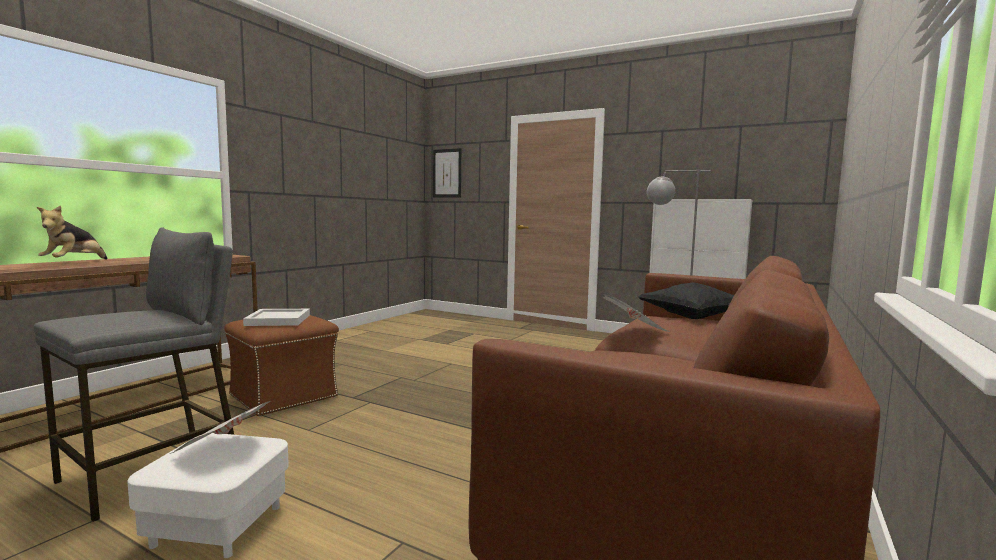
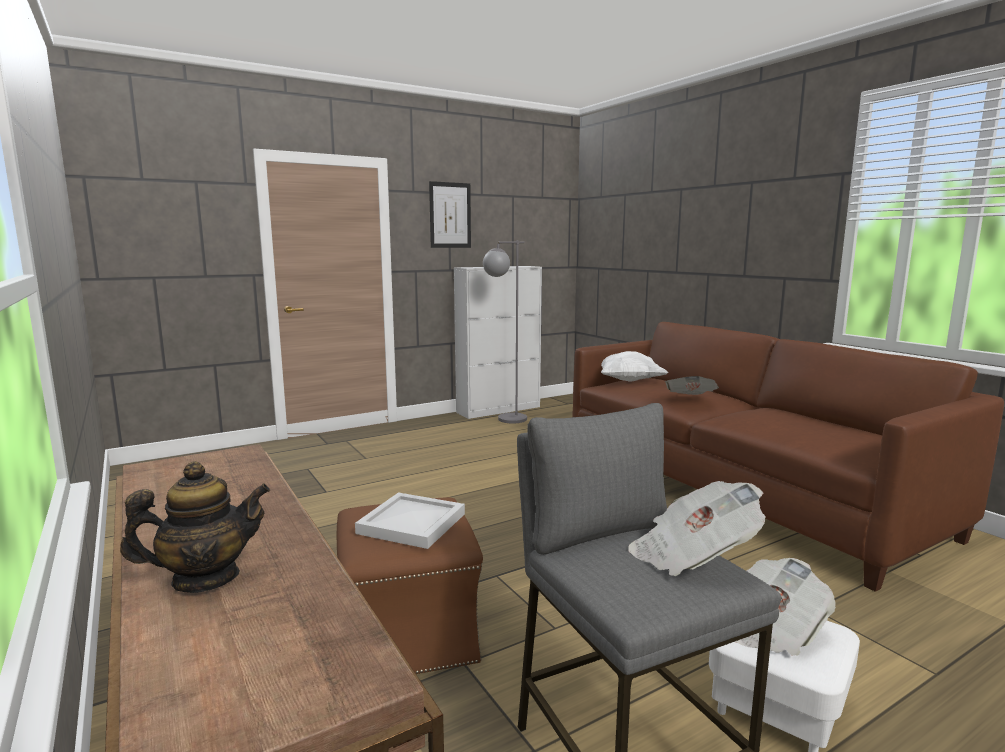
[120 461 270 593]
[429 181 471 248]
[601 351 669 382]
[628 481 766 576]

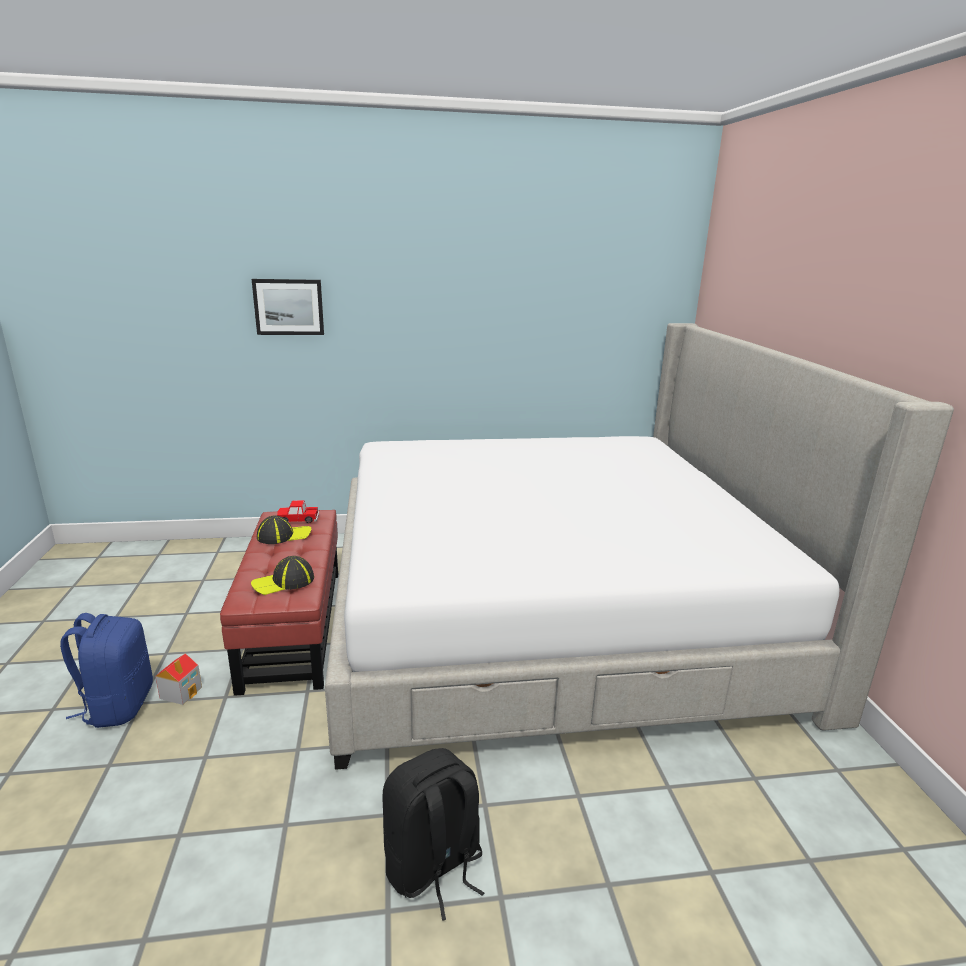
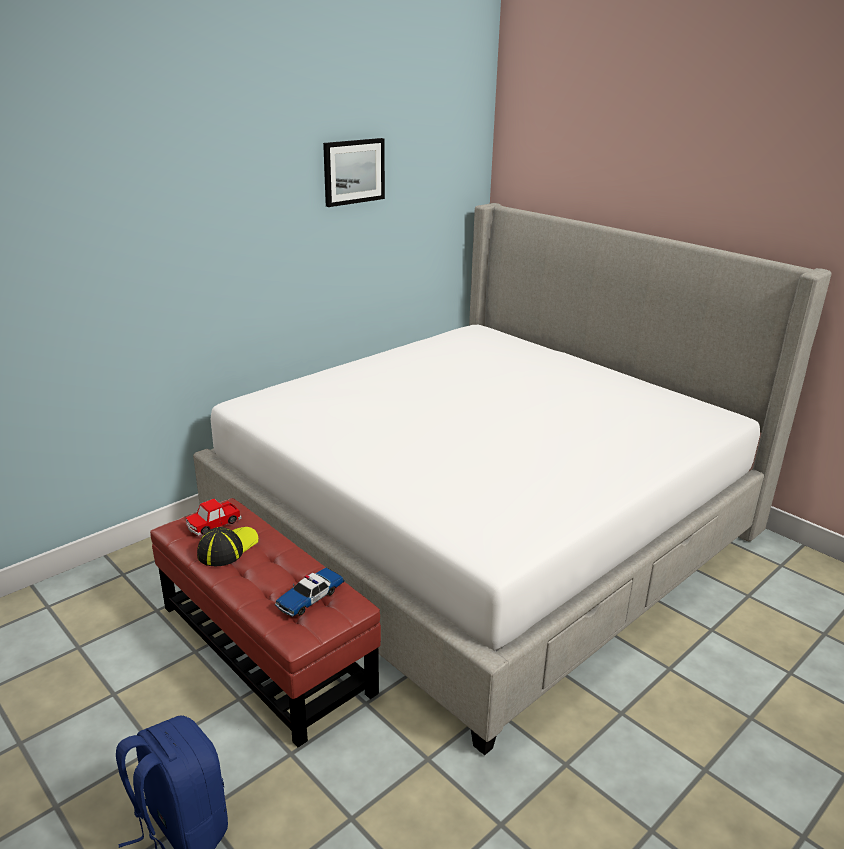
[155 653 202 705] (first image)
[275 568 344 617]
[323 138 385 207]
[382 748 484 921] (first image)

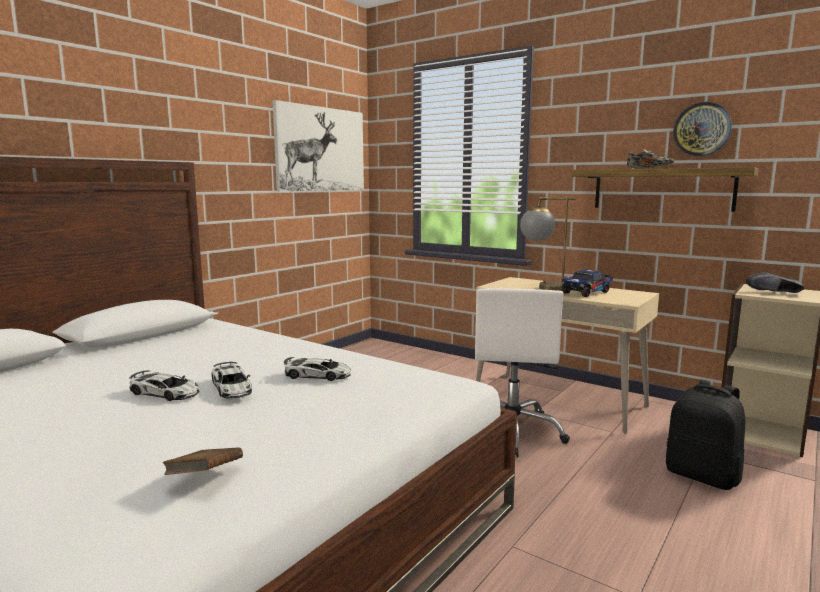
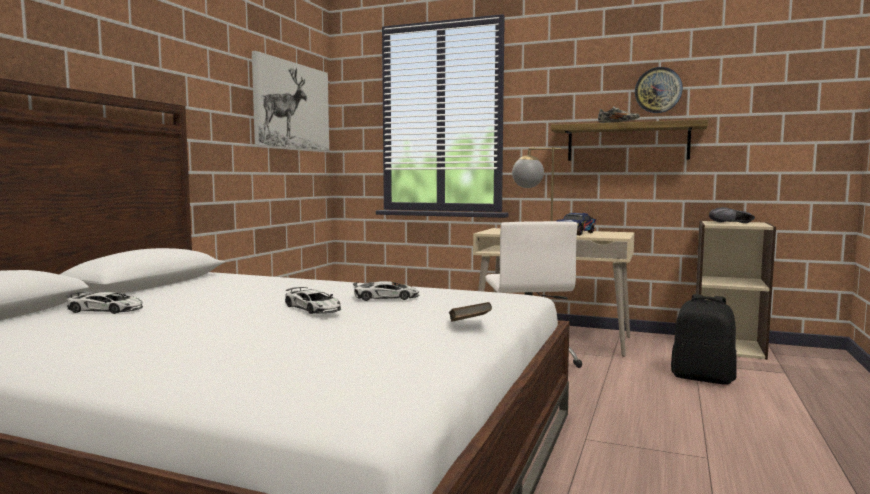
[67 292 143 314]
[449 302 492 322]

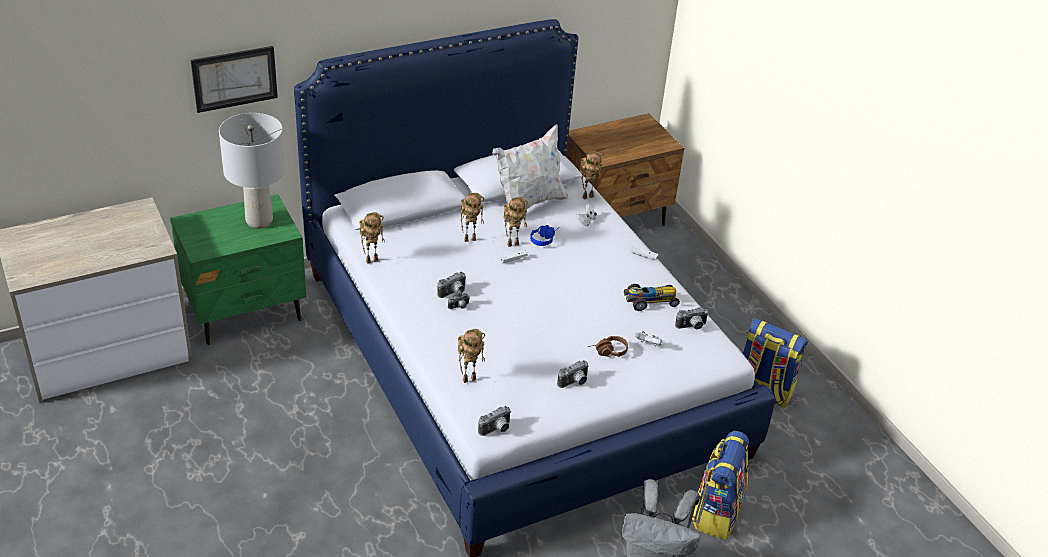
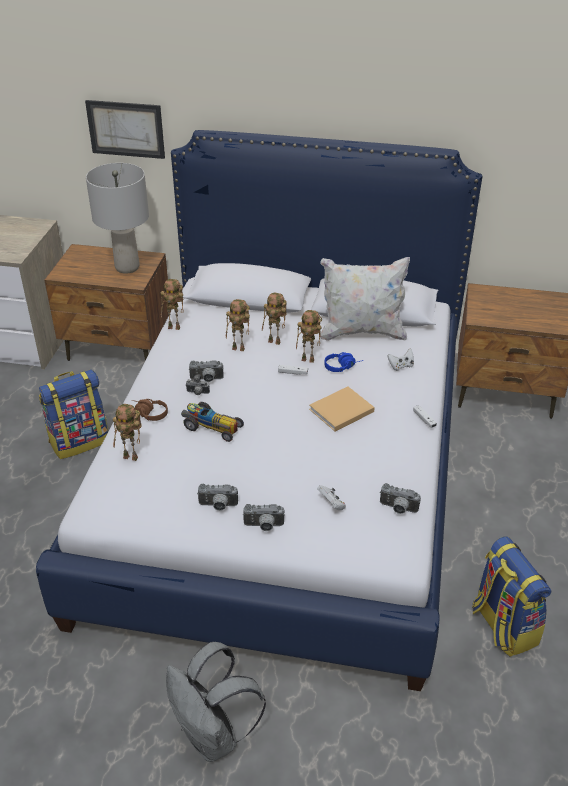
[44 244 171 361]
[243 504 285 531]
[226 299 250 351]
[132 399 168 421]
[181 402 244 442]
[39 369 108 459]
[309 387 375 432]

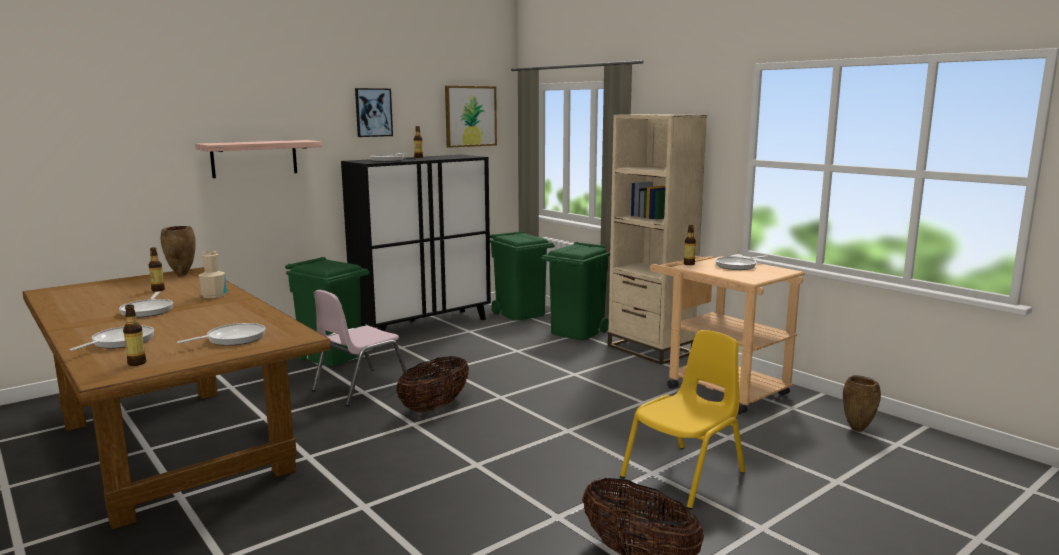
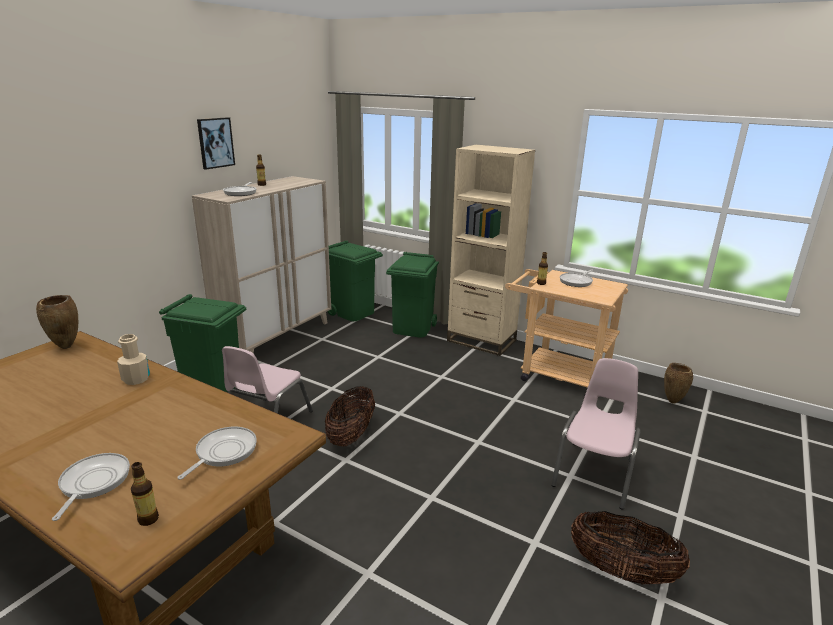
[119 292 173 317] (first image)
[149 247 165 292] (first image)
[195 140 322 178] (first image)
[192 176 331 353]
[445 86 497 148] (first image)
[551 358 641 510]

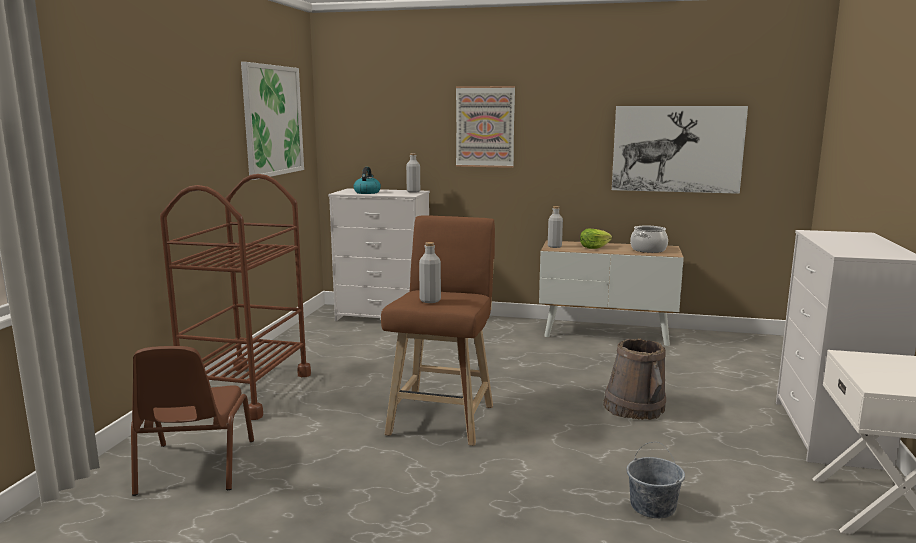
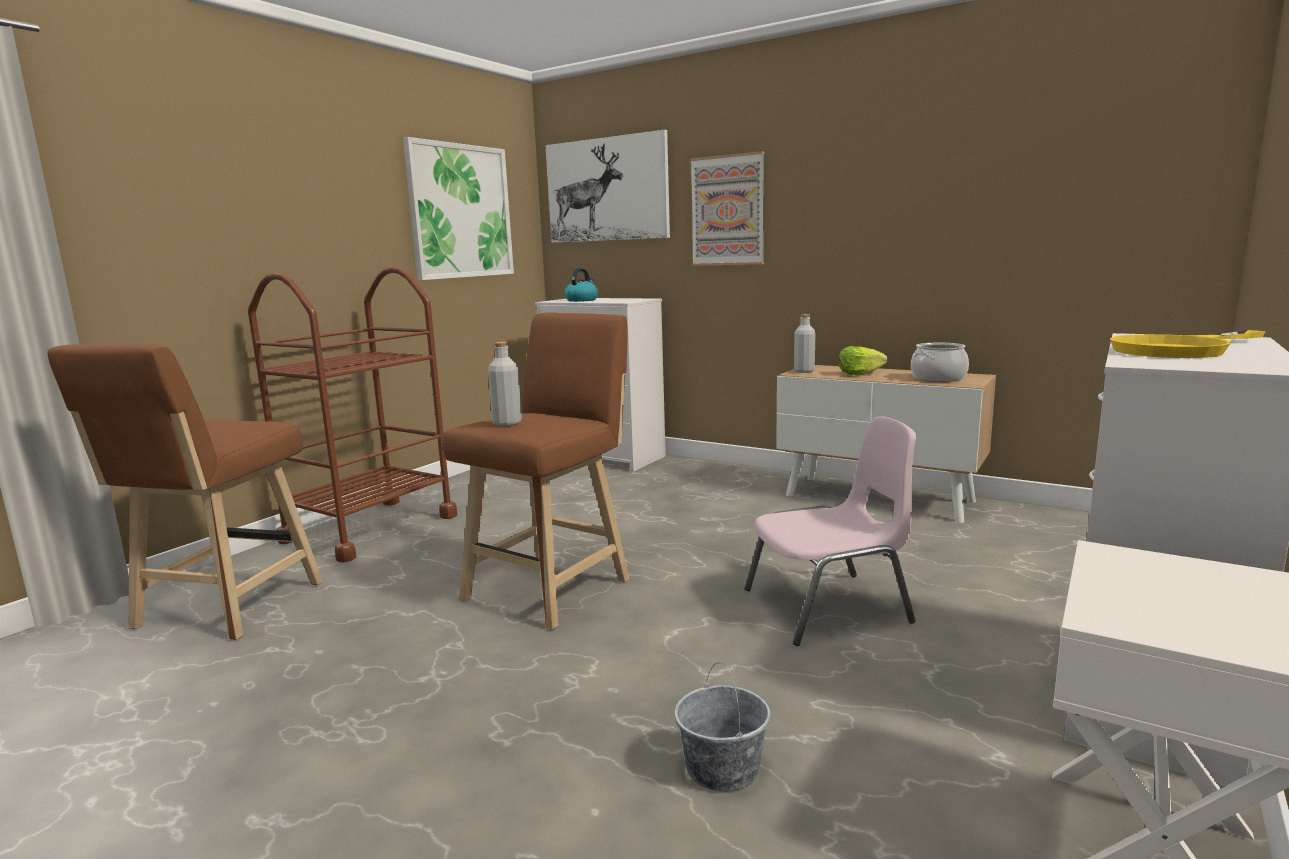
[48 344 323 640]
[406 153 420 193] (first image)
[745 416 916 646]
[545 130 670 243]
[1110 330 1266 358]

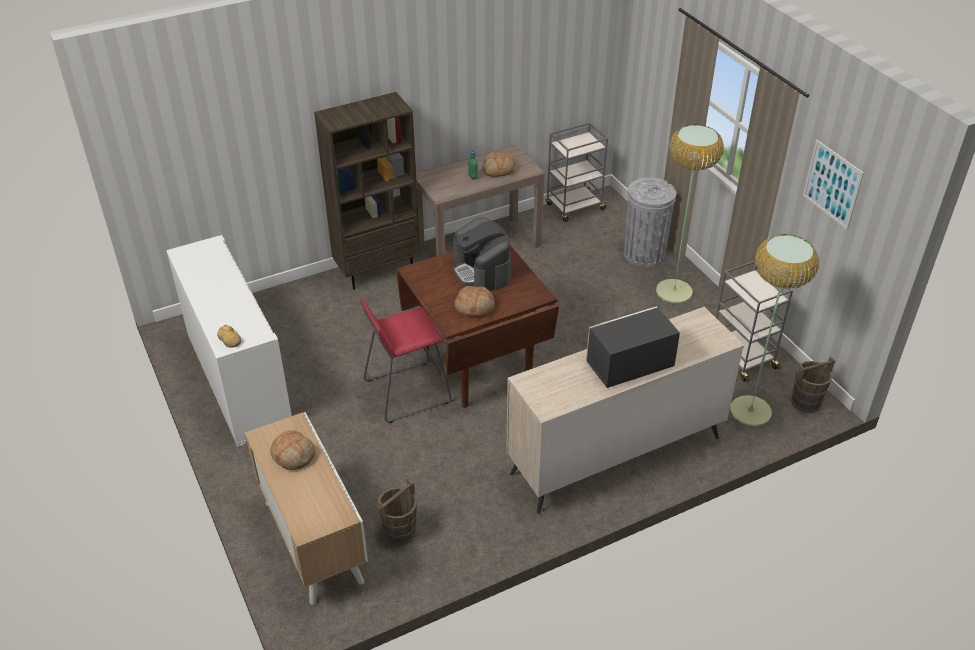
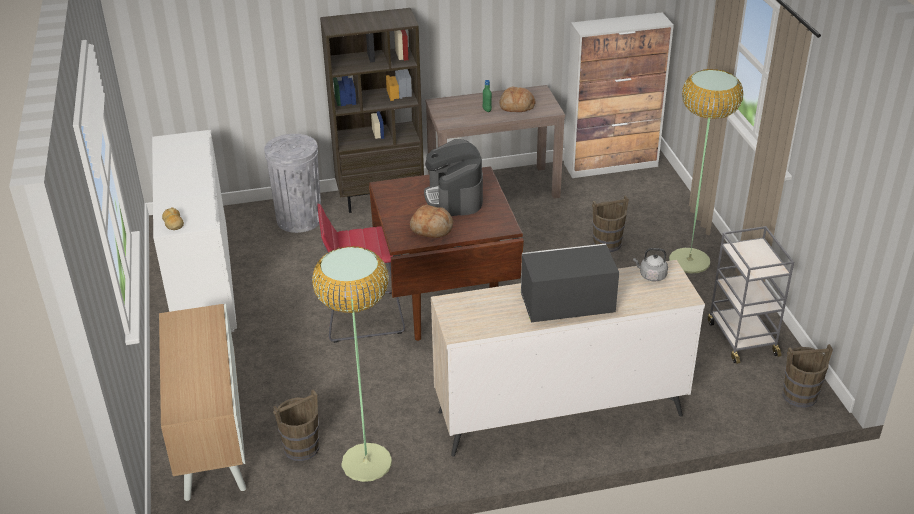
[270 430 315 470] (first image)
[564 12 674 178]
[264 134 321 233]
[312 246 392 482]
[803 140 864 230] (first image)
[592 195 629 252]
[633 248 668 281]

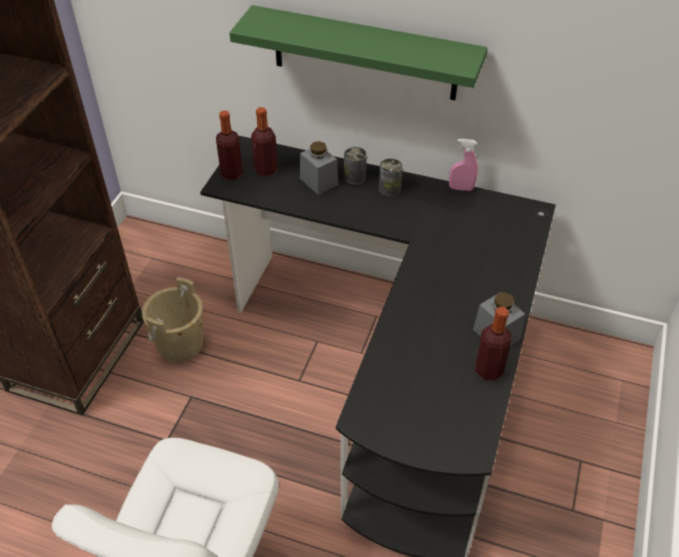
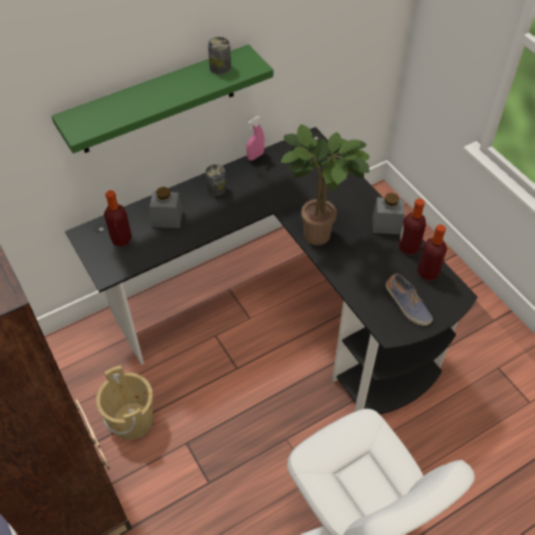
[417 224 447 281]
[208 37 231 75]
[281 124 370 245]
[386 273 433 326]

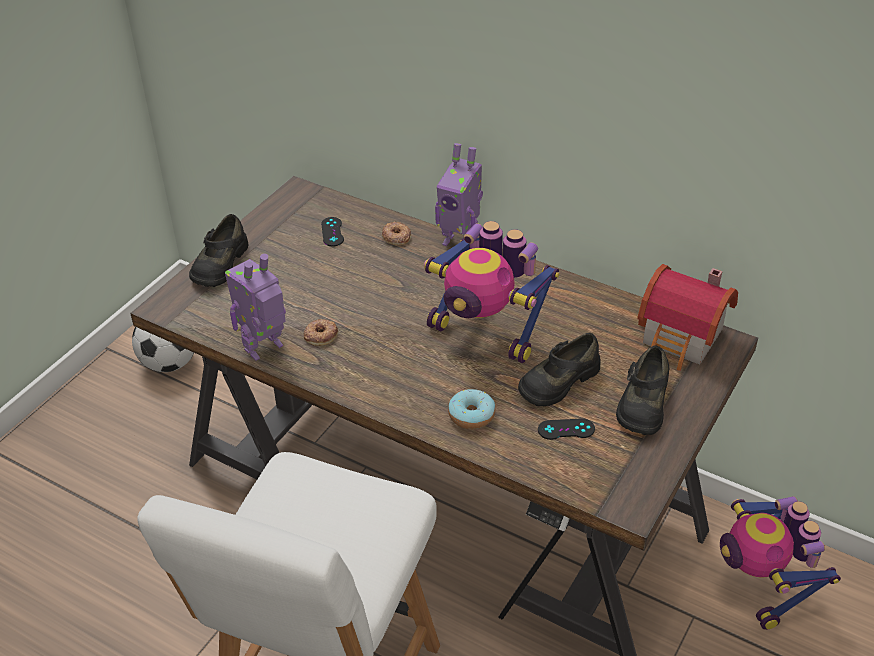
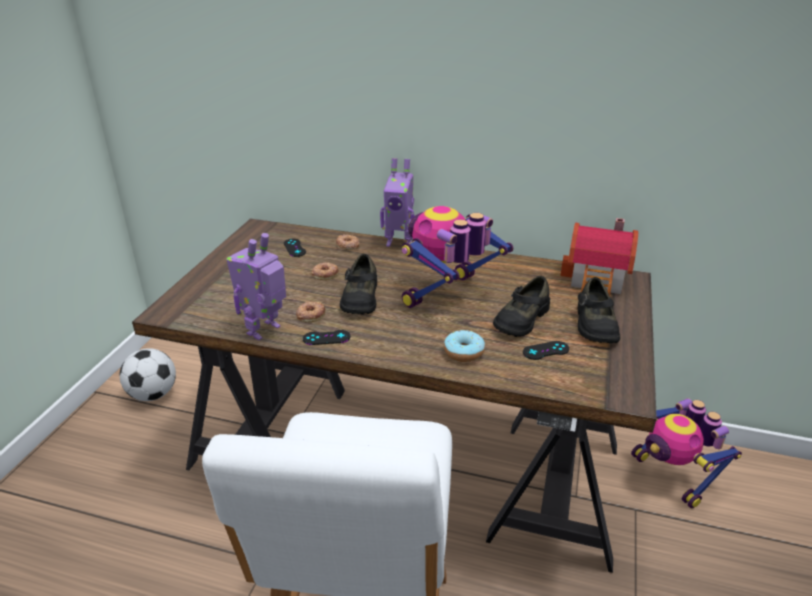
[340 254 377 314]
[402 206 513 308]
[303 330 351 345]
[311 262 339 280]

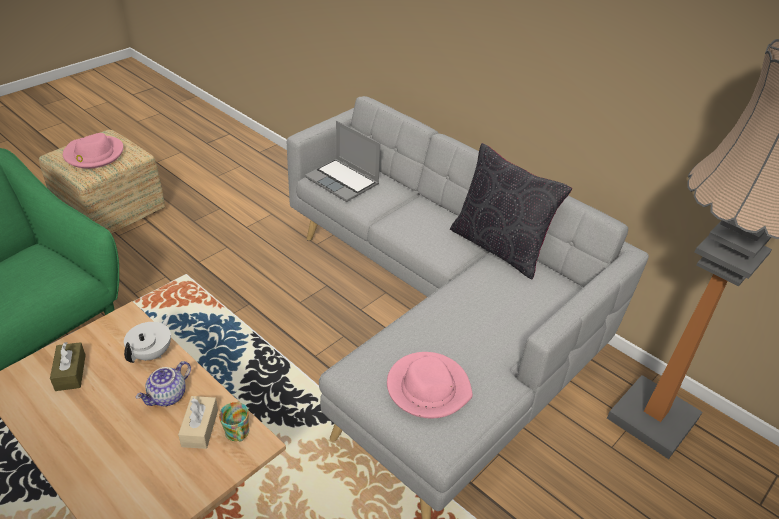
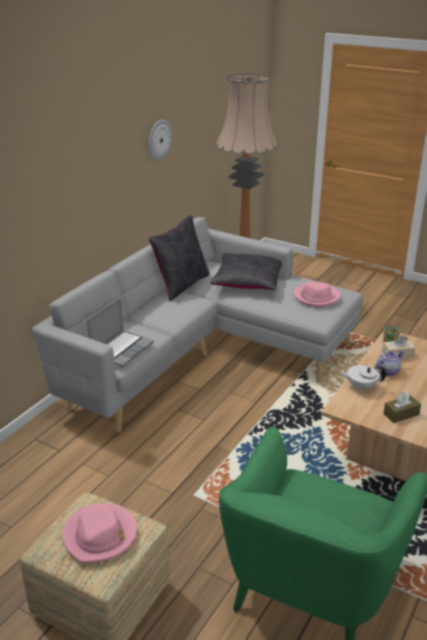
[374 350 405 376]
[148 119 172 160]
[210 253 282 290]

